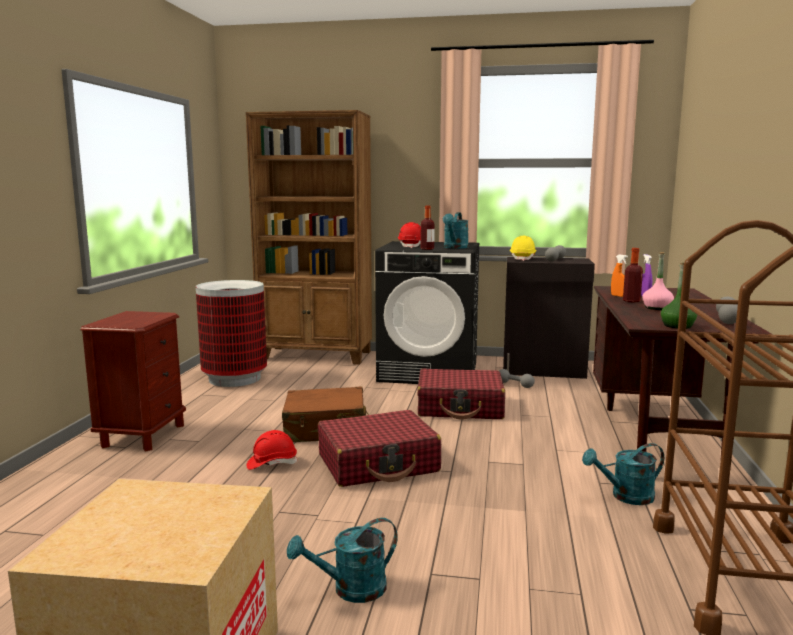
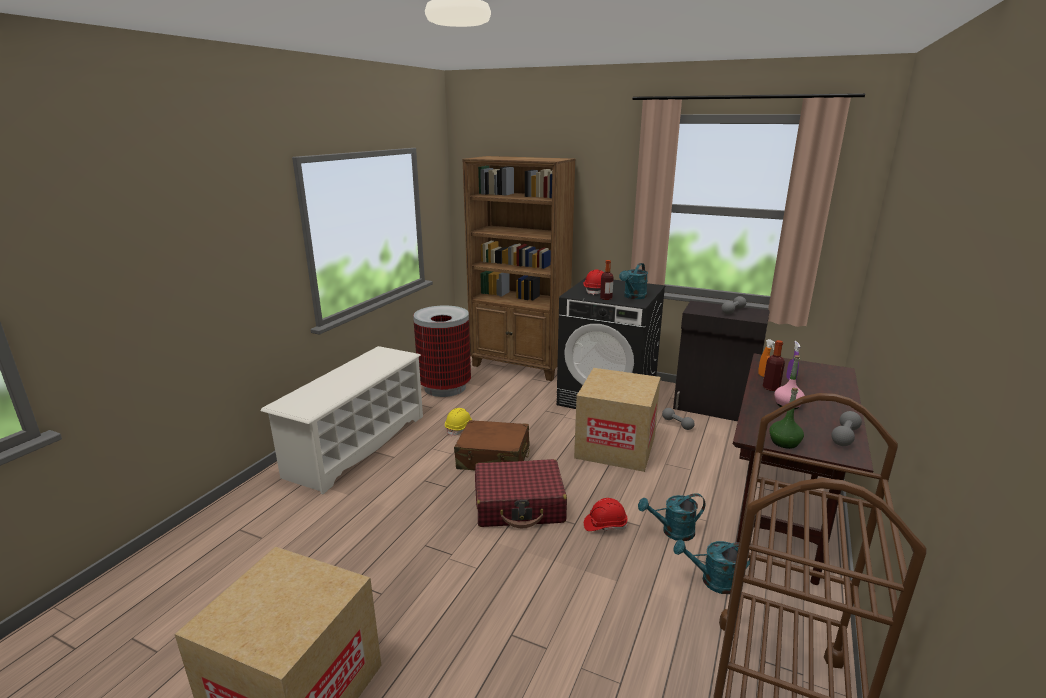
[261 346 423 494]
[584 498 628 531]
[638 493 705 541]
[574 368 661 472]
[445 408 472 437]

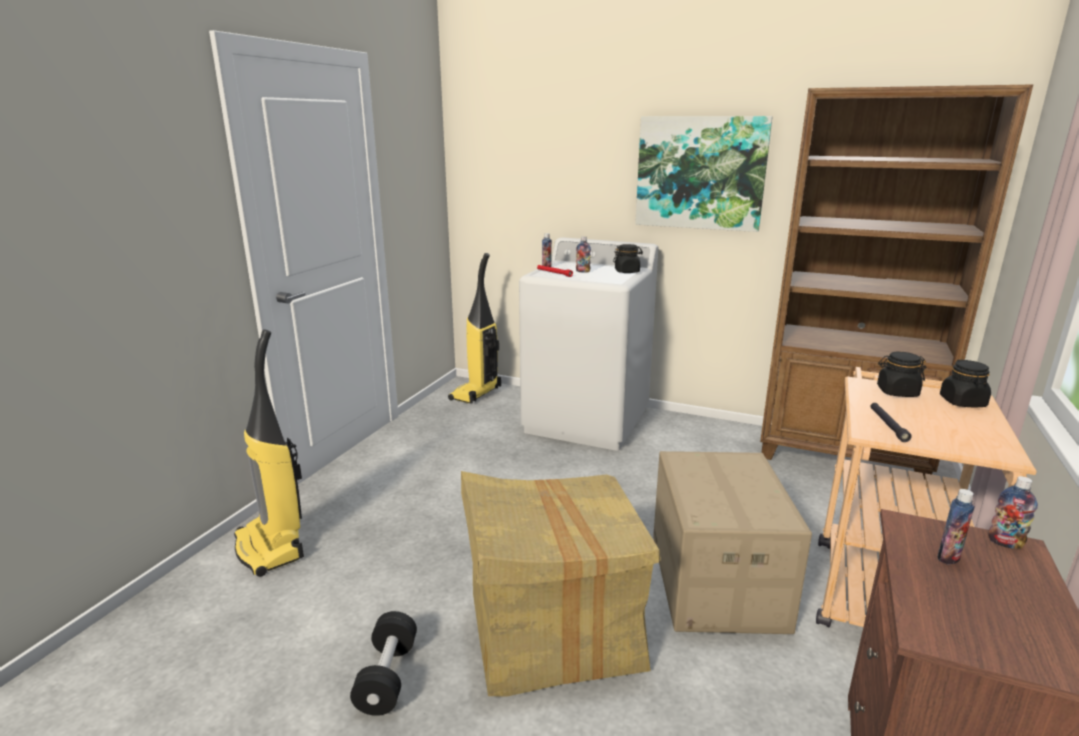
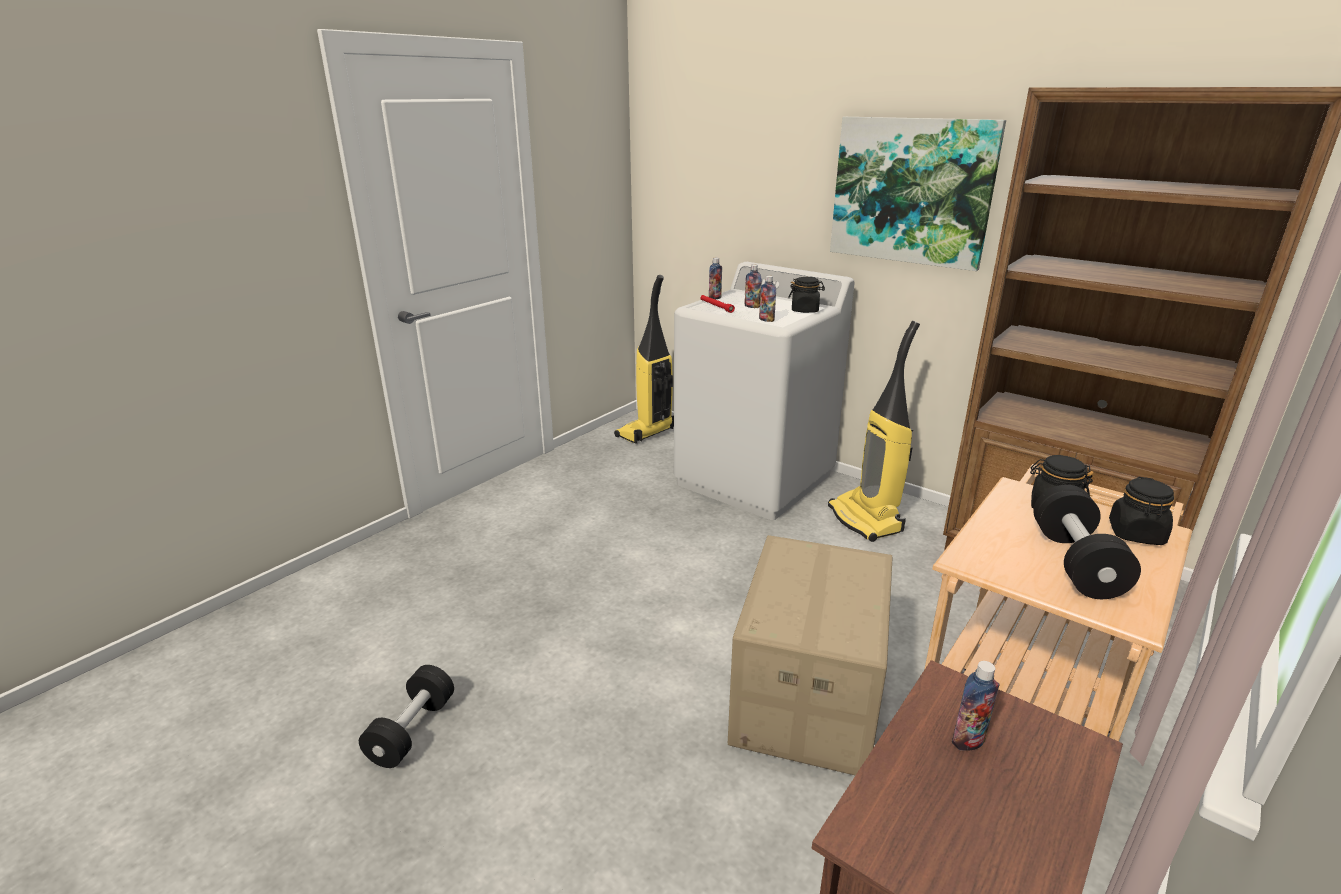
[828 321 920 542]
[461 471 661 697] (first image)
[870 403 912 442] (first image)
[759 275 776 322]
[1033 485 1141 599]

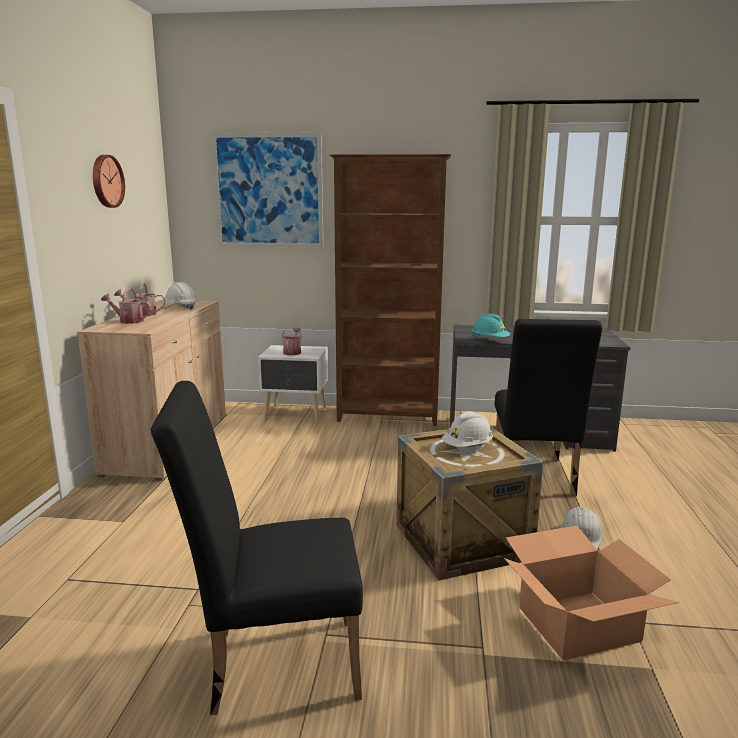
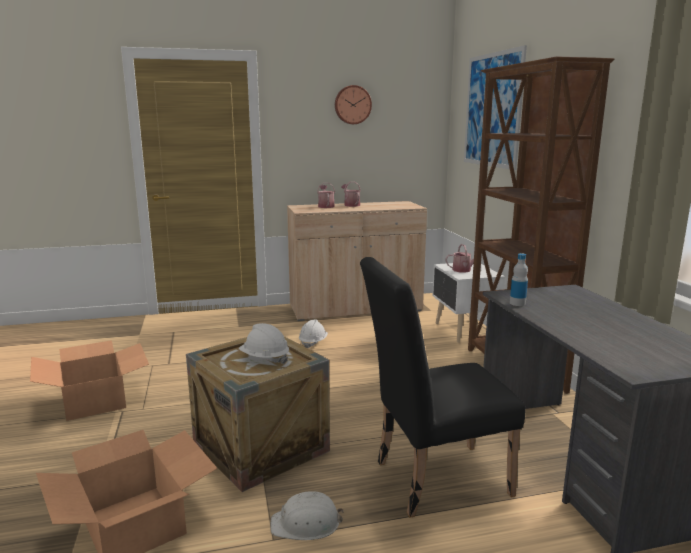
[30 340 149 421]
[299 319 328 348]
[510 253 528 306]

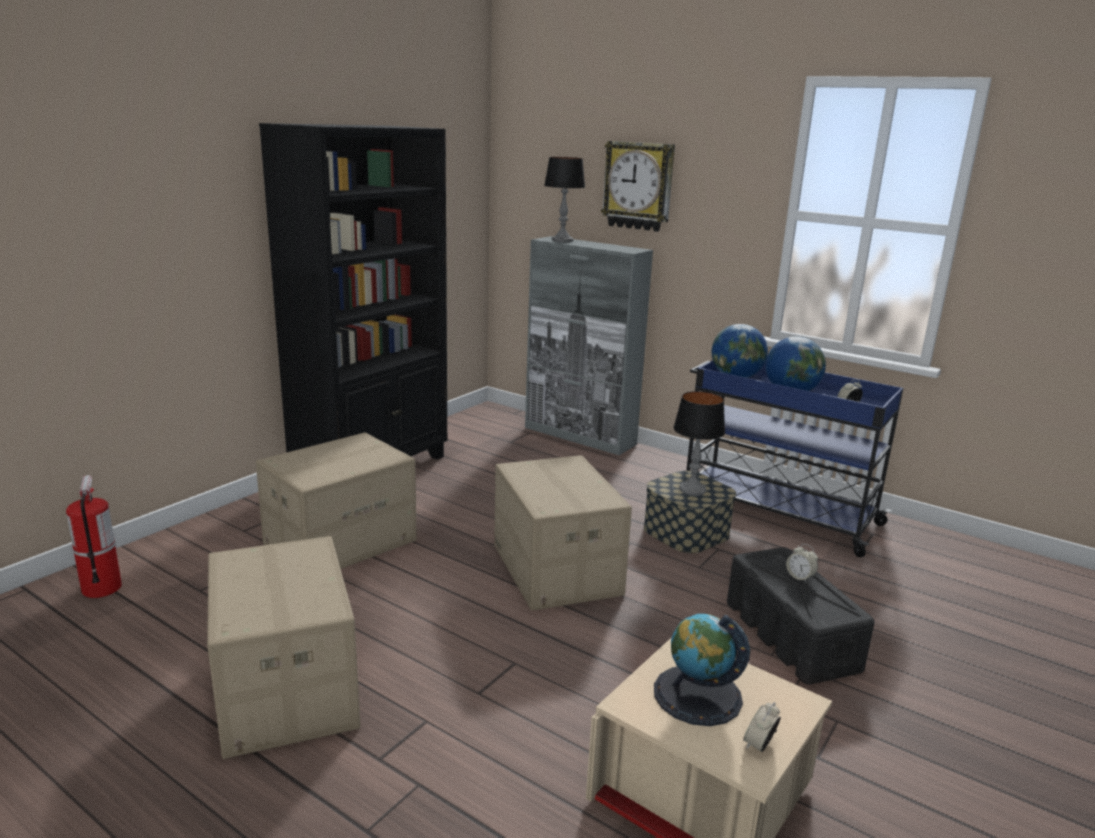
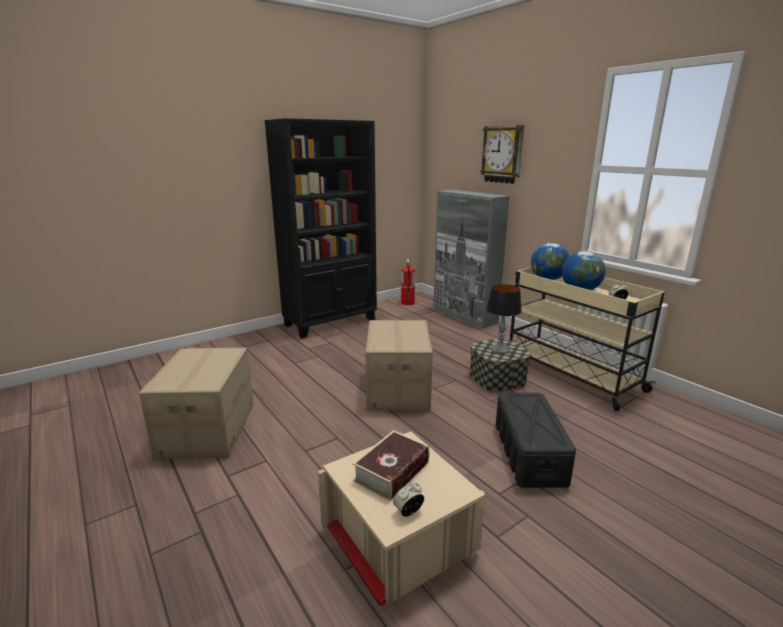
[401 259 415 305]
[256 432 417 569] (first image)
[544 157 585 242] (first image)
[353 430 430 501]
[510 267 665 411]
[786 544 818 582] (first image)

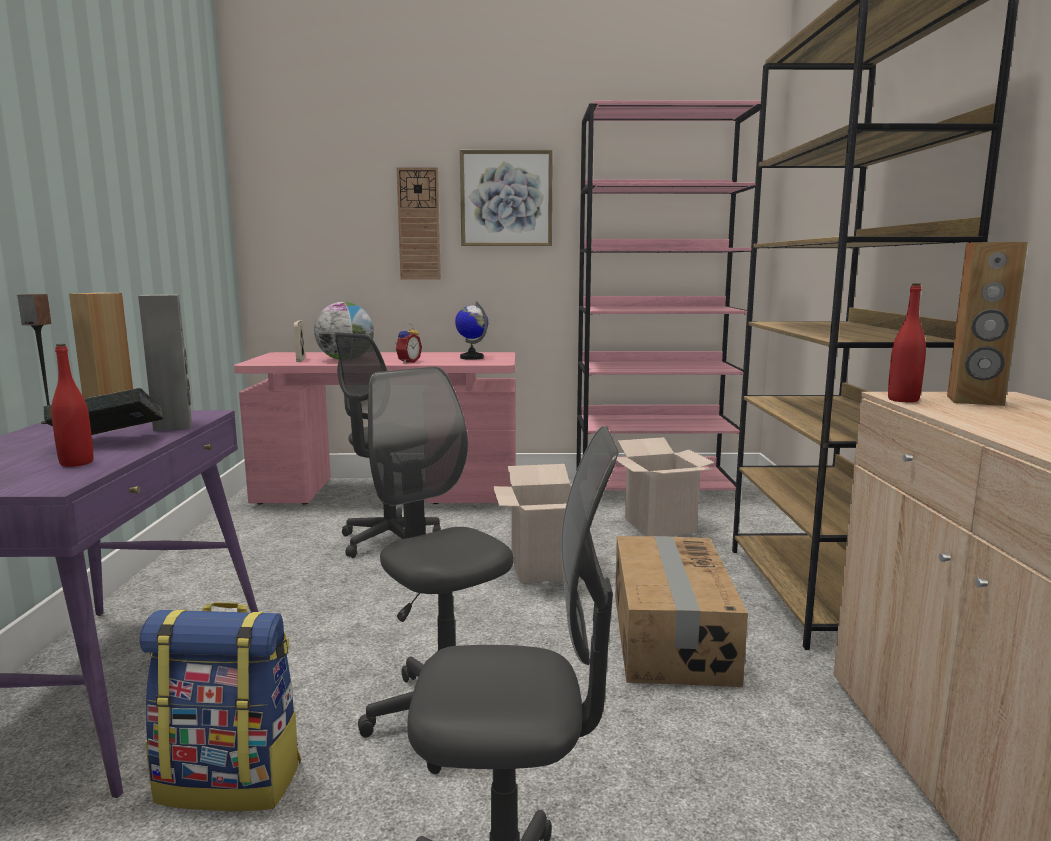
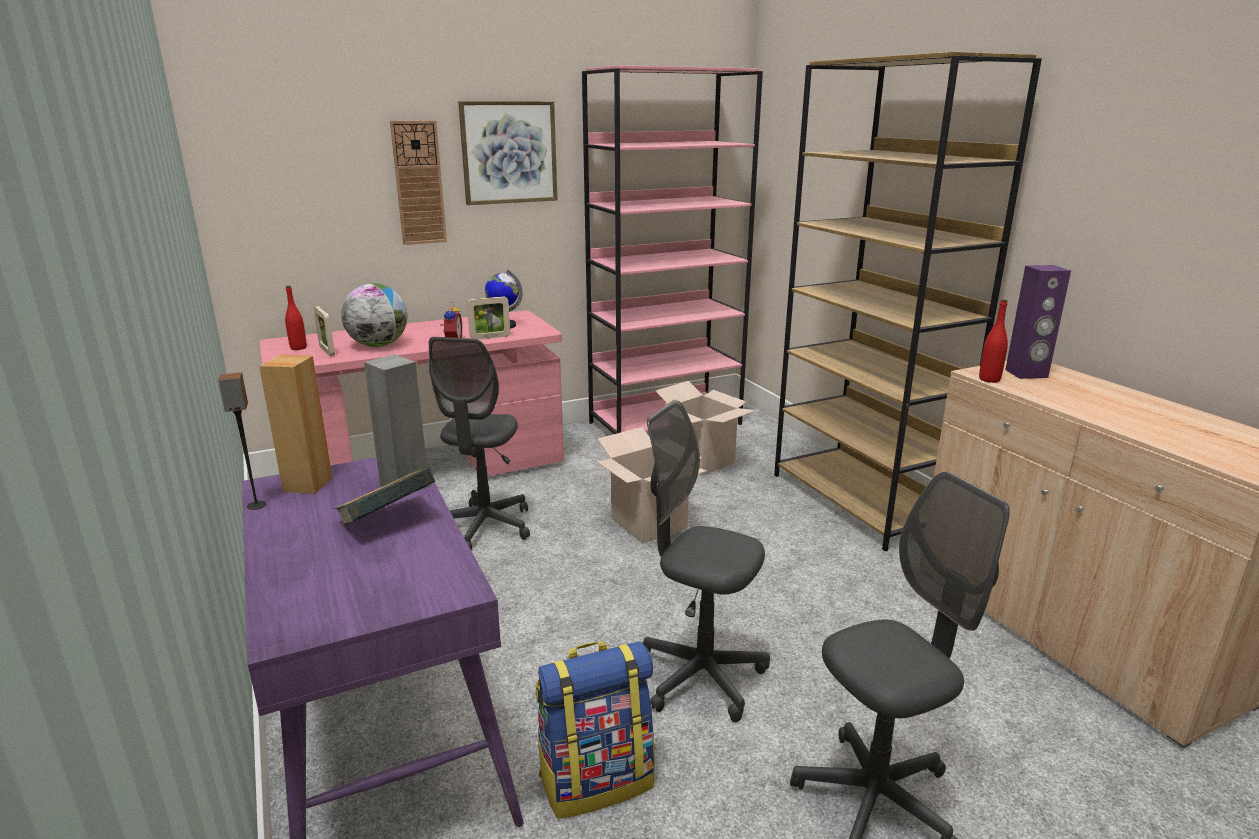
[285 286 307 350]
[615 536 748 687] (first image)
[1005 265 1071 379]
[467 296 510 339]

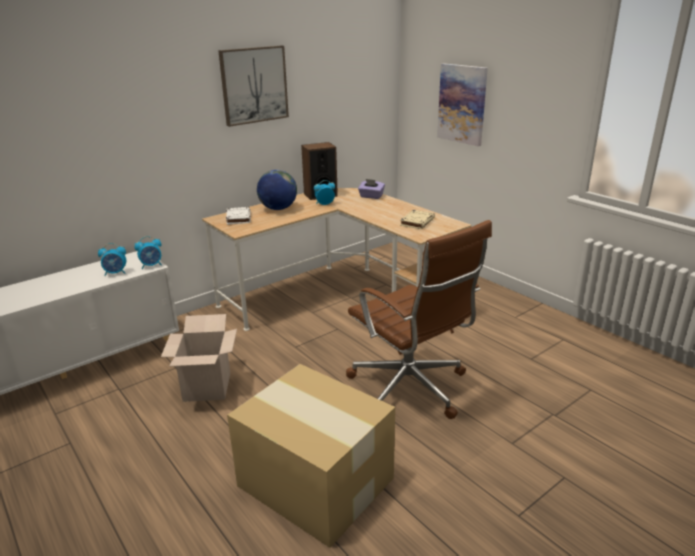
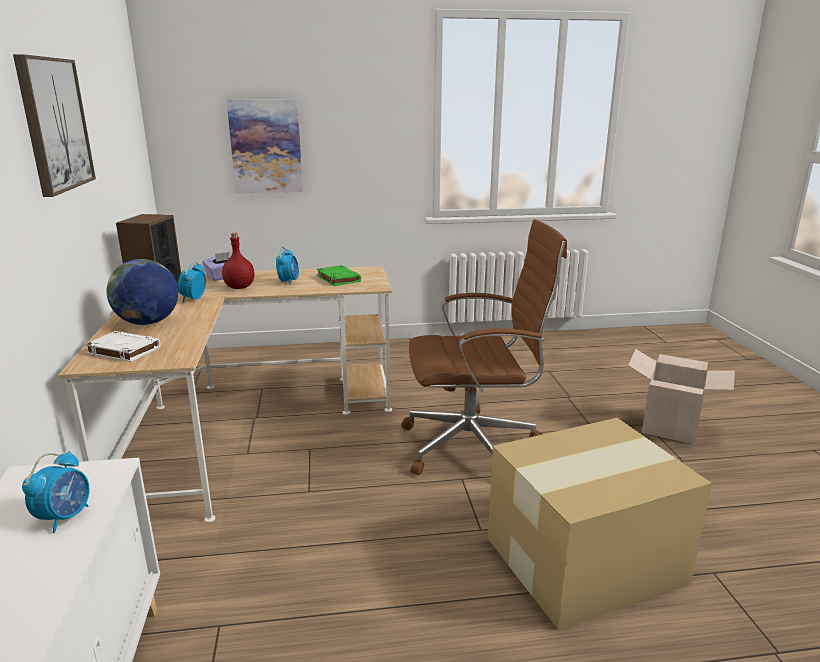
[276 247 299 285]
[628 349 735 444]
[317 265 361 286]
[222 233 255 289]

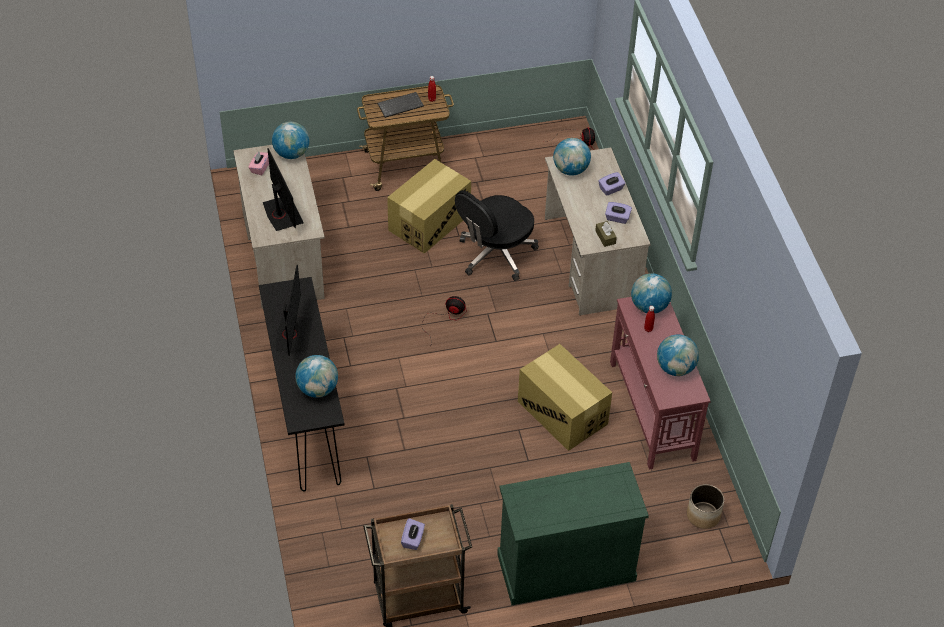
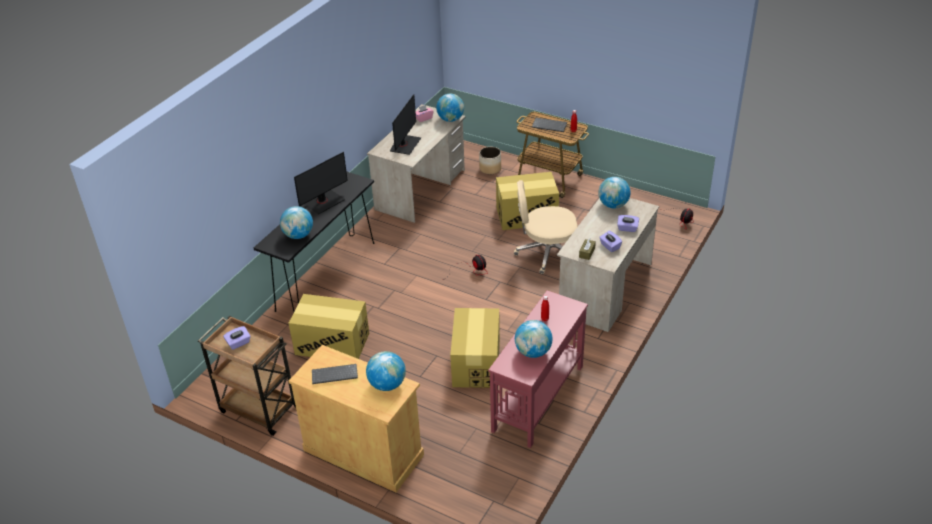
[514 180 578 274]
[289 345 424 493]
[366 351 406 391]
[479 147 501 174]
[289 294 369 359]
[312 364 358 384]

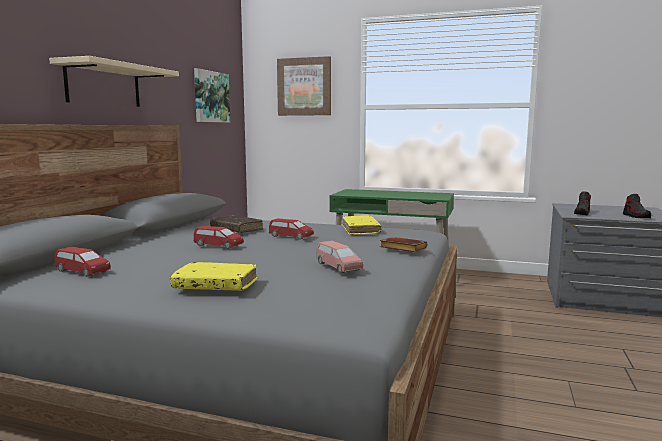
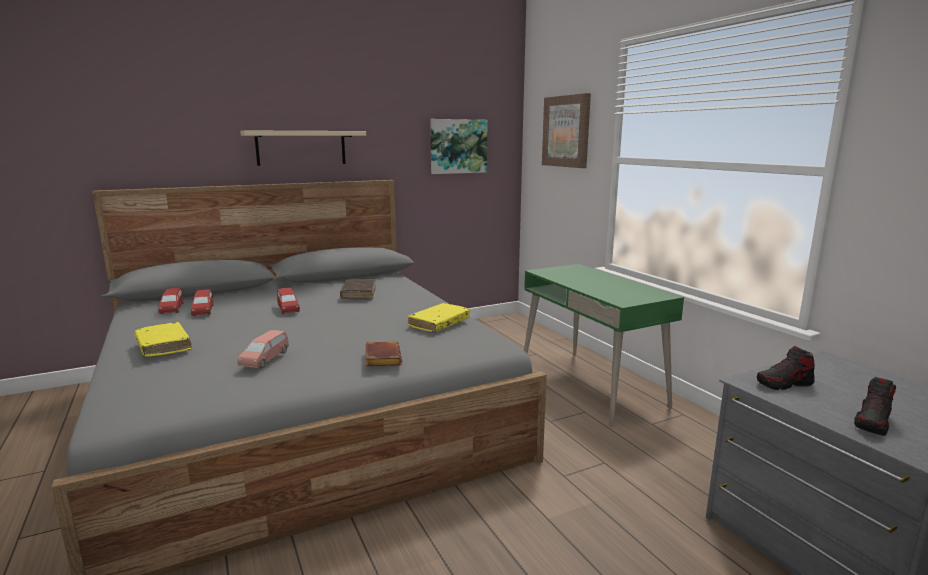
[191 289 214 316]

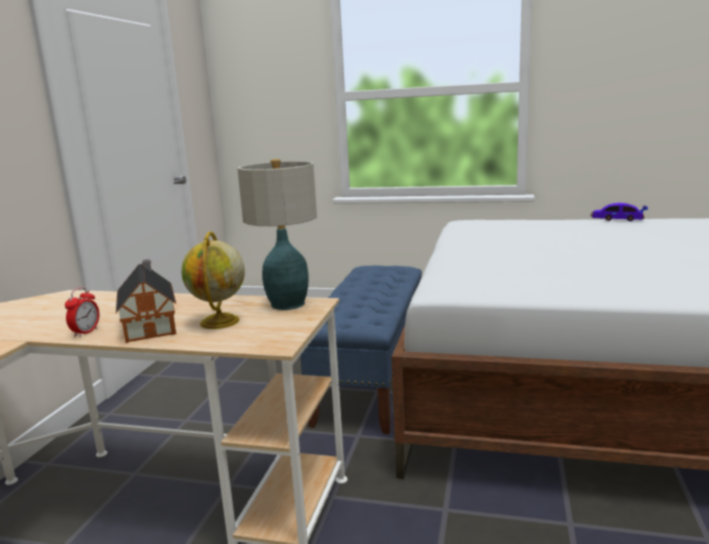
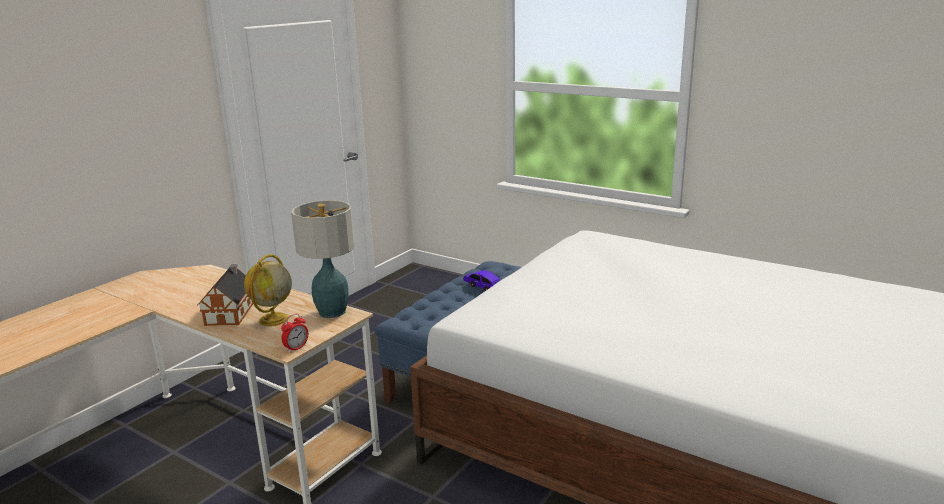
[281 314 308 353]
[463 270 501 291]

